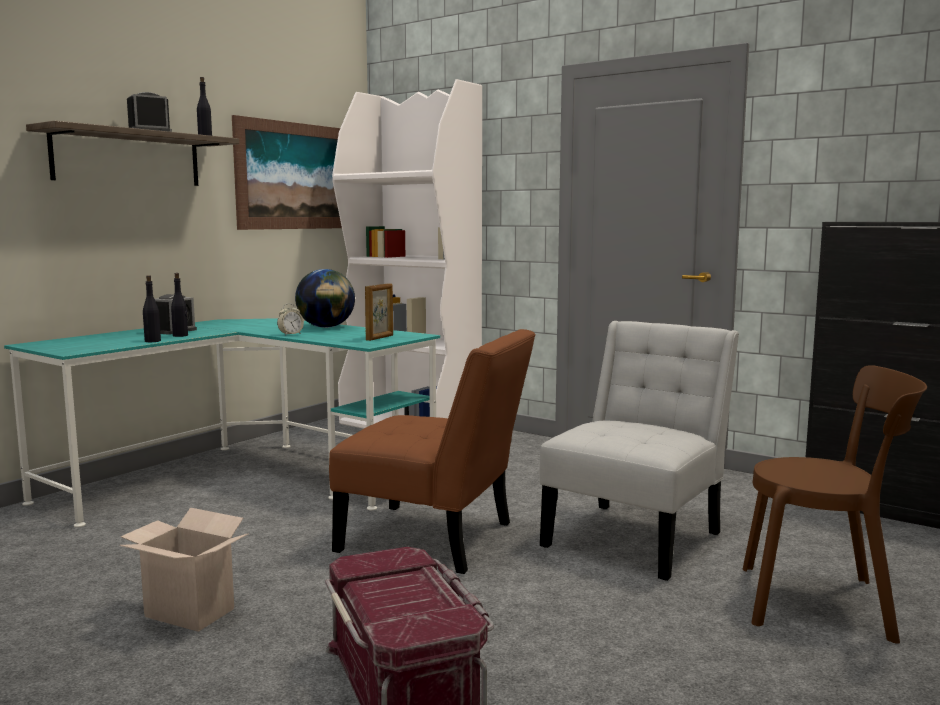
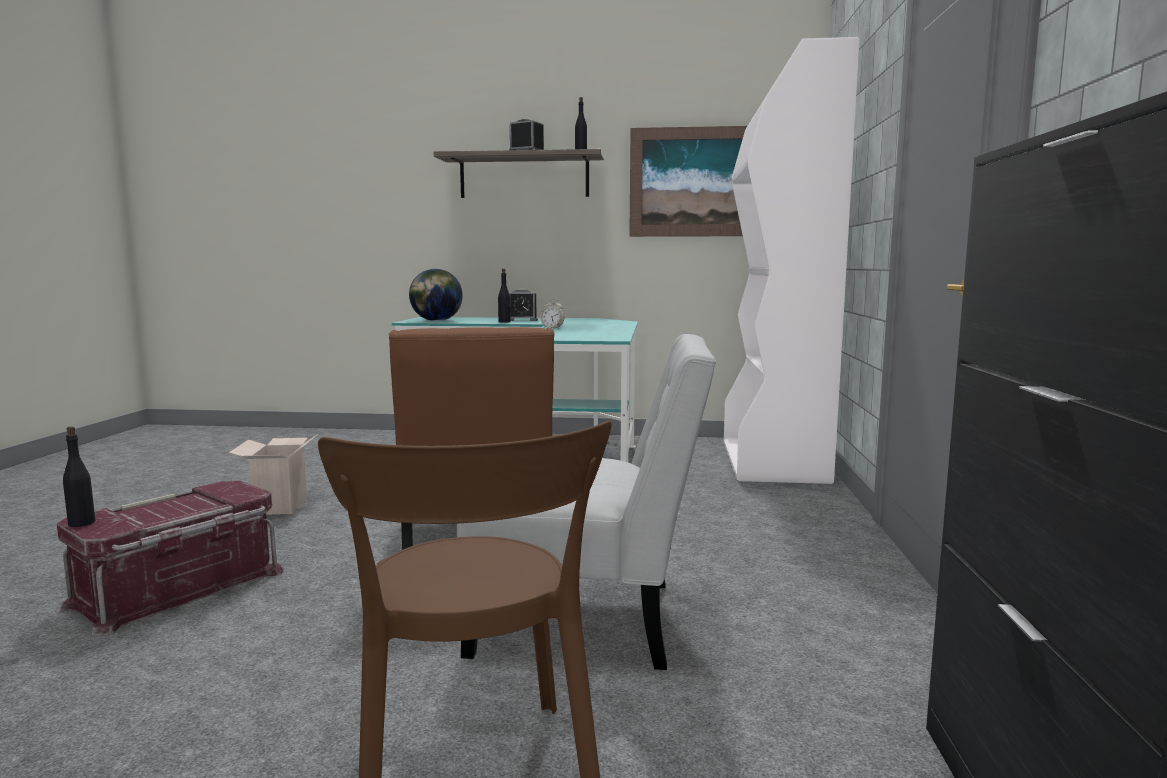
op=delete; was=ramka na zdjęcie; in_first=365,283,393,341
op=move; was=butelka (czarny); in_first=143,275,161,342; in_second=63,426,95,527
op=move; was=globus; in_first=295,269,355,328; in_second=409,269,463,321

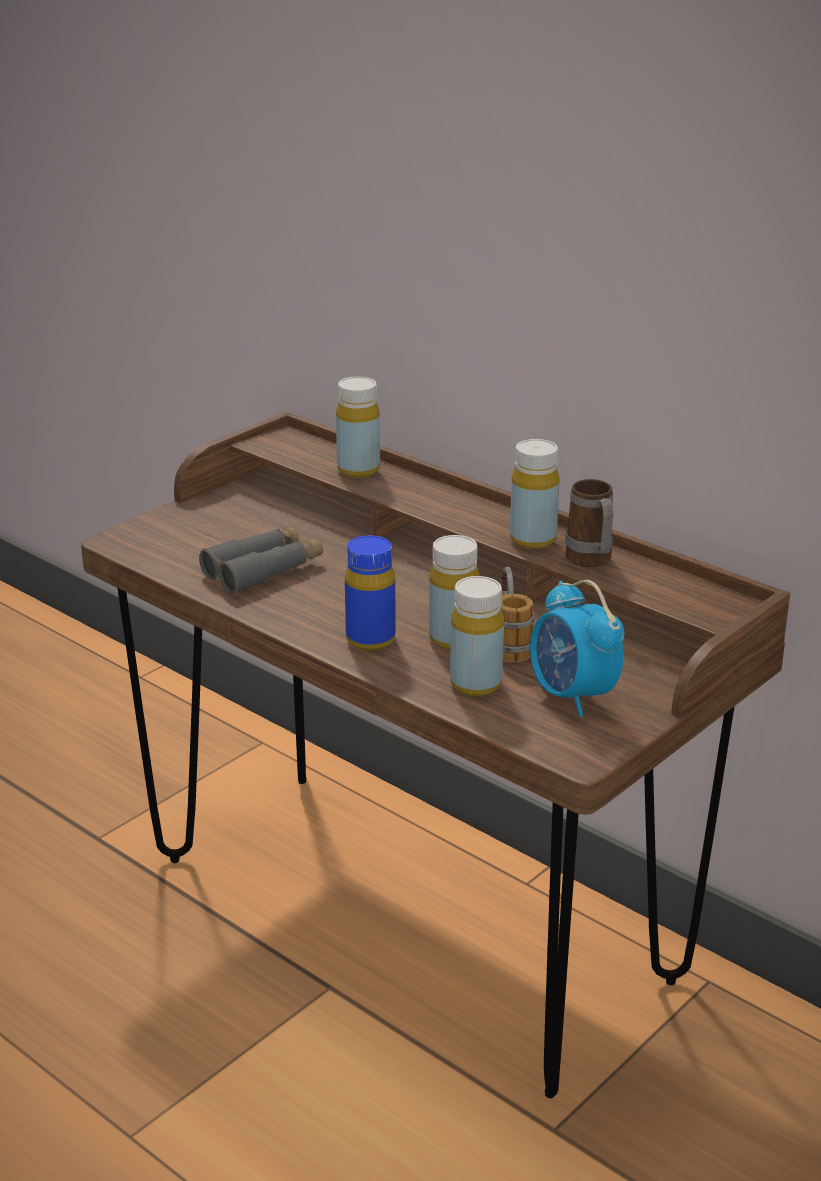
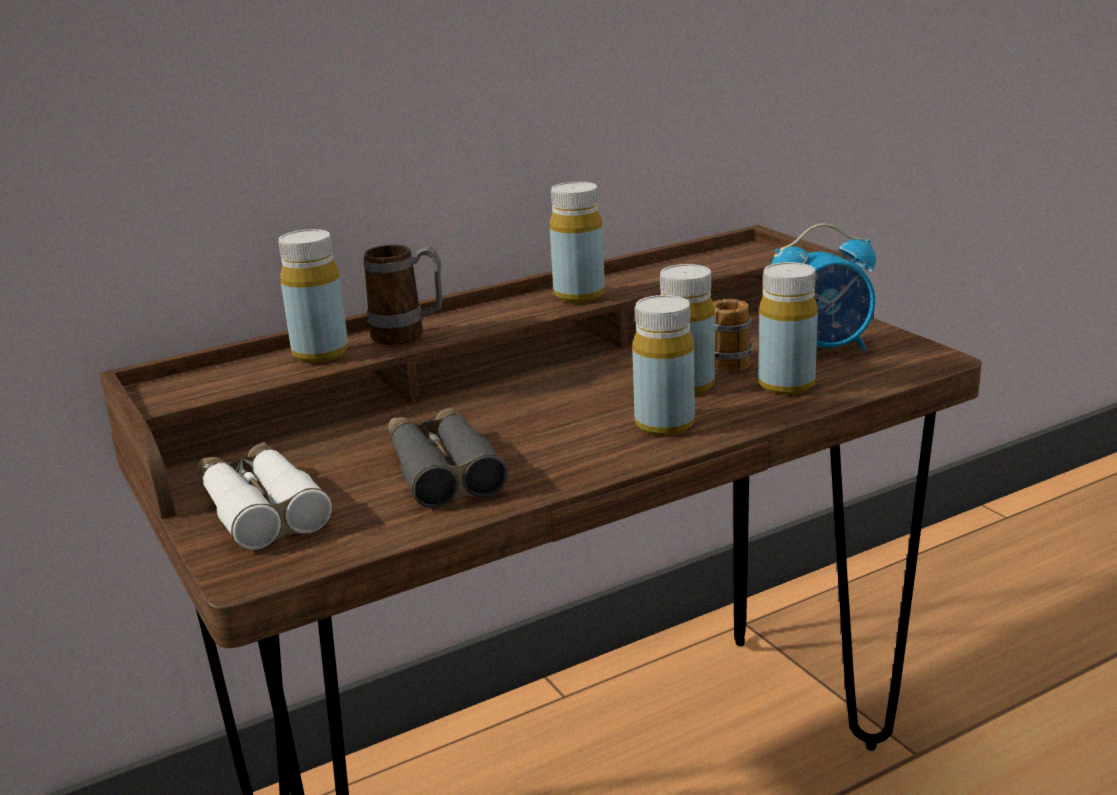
op=insert; now=lornetka (biały); in_second=197,442,333,550
op=move; was=kubek; in_first=565,479,613,567; in_second=364,245,443,345
op=recolor; was=butelka (niebieski); now=butelka (żółty); in_first=345,535,396,650; in_second=633,295,695,436

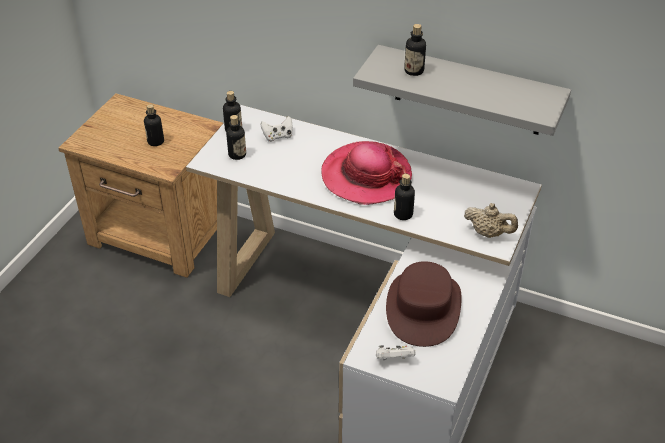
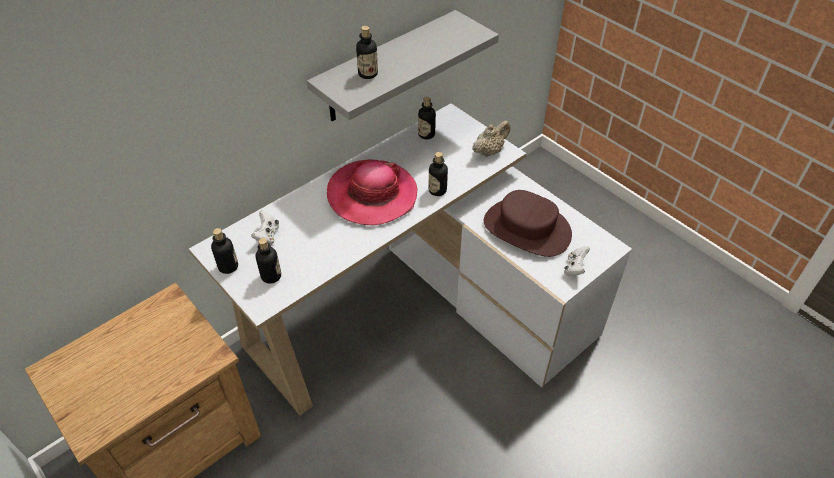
op=move; was=butelka; in_first=144,104,164,146; in_second=418,97,436,140

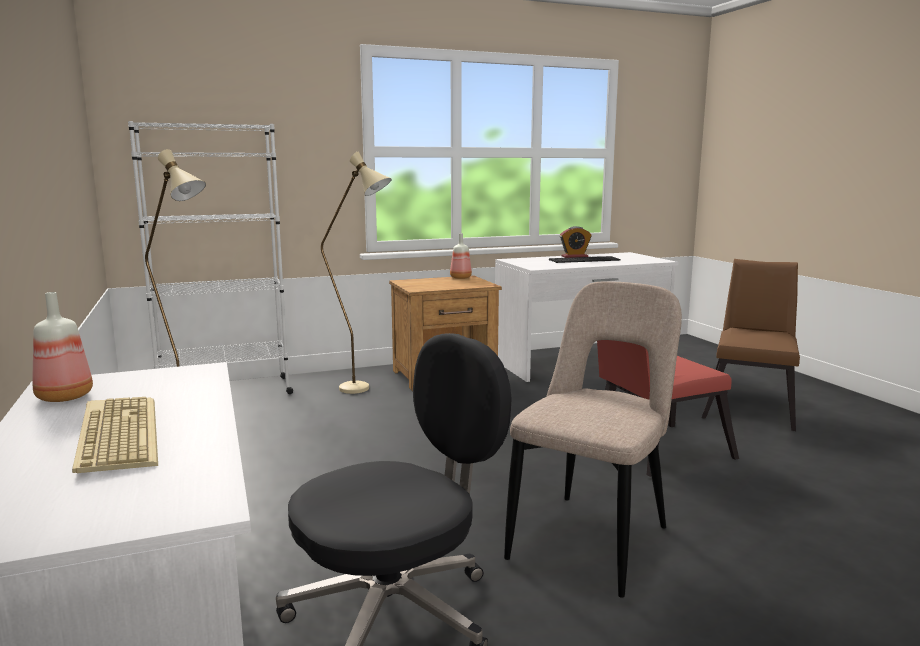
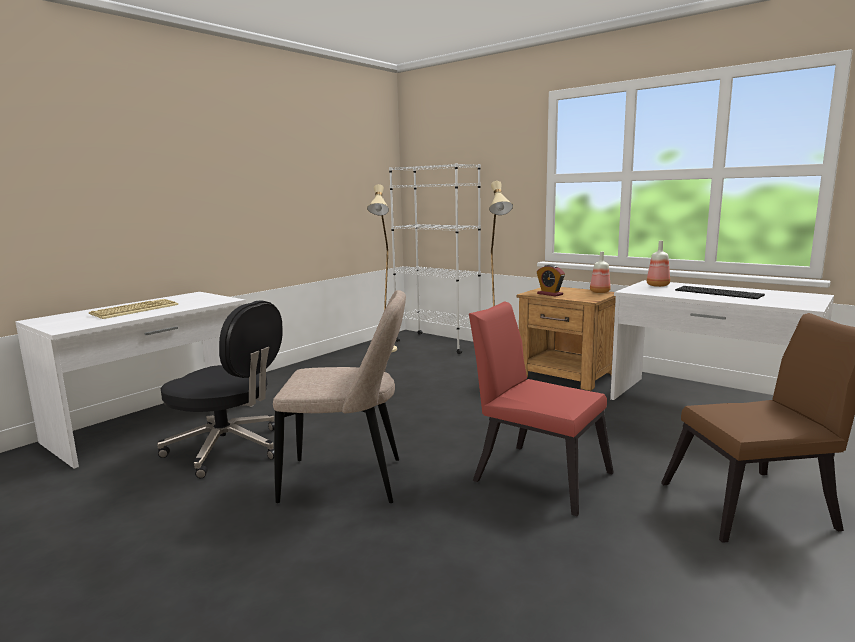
op=move; was=butelka; in_first=32,292,93,402; in_second=647,241,670,287
op=move; was=budzik; in_first=560,226,592,258; in_second=537,265,565,297

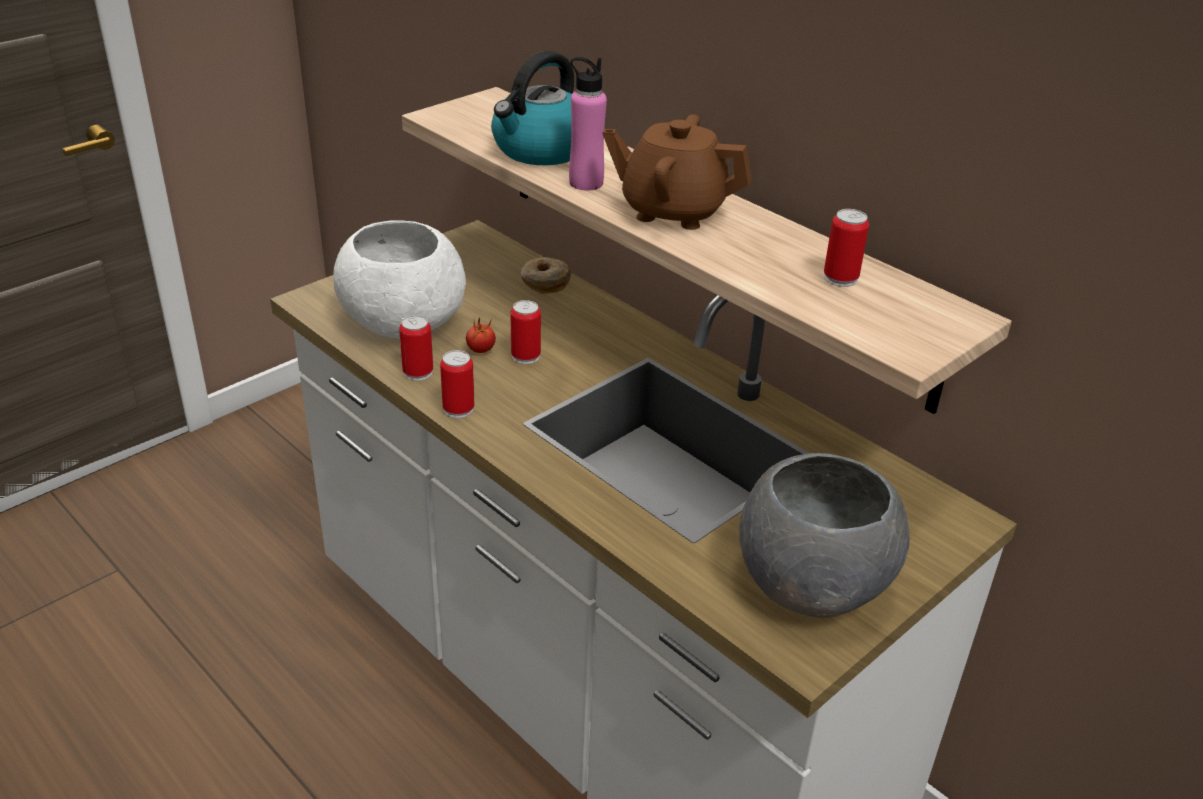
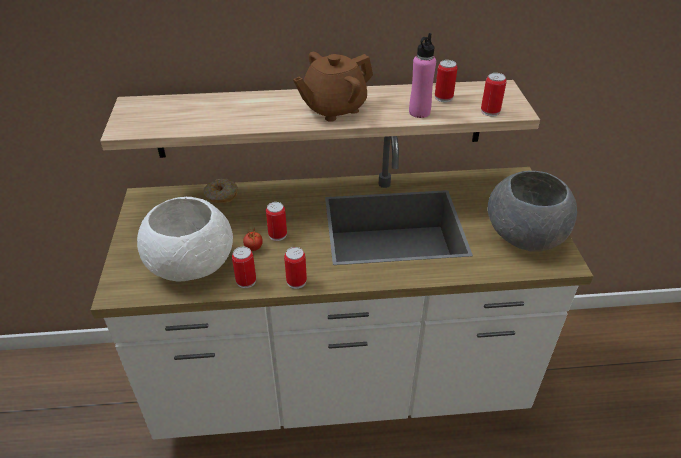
op=delete; was=czajnik; in_first=491,51,574,165
op=insert; now=puszka; in_second=481,73,507,116
op=move; was=butelka (różowy); in_first=569,57,607,191; in_second=409,33,436,118

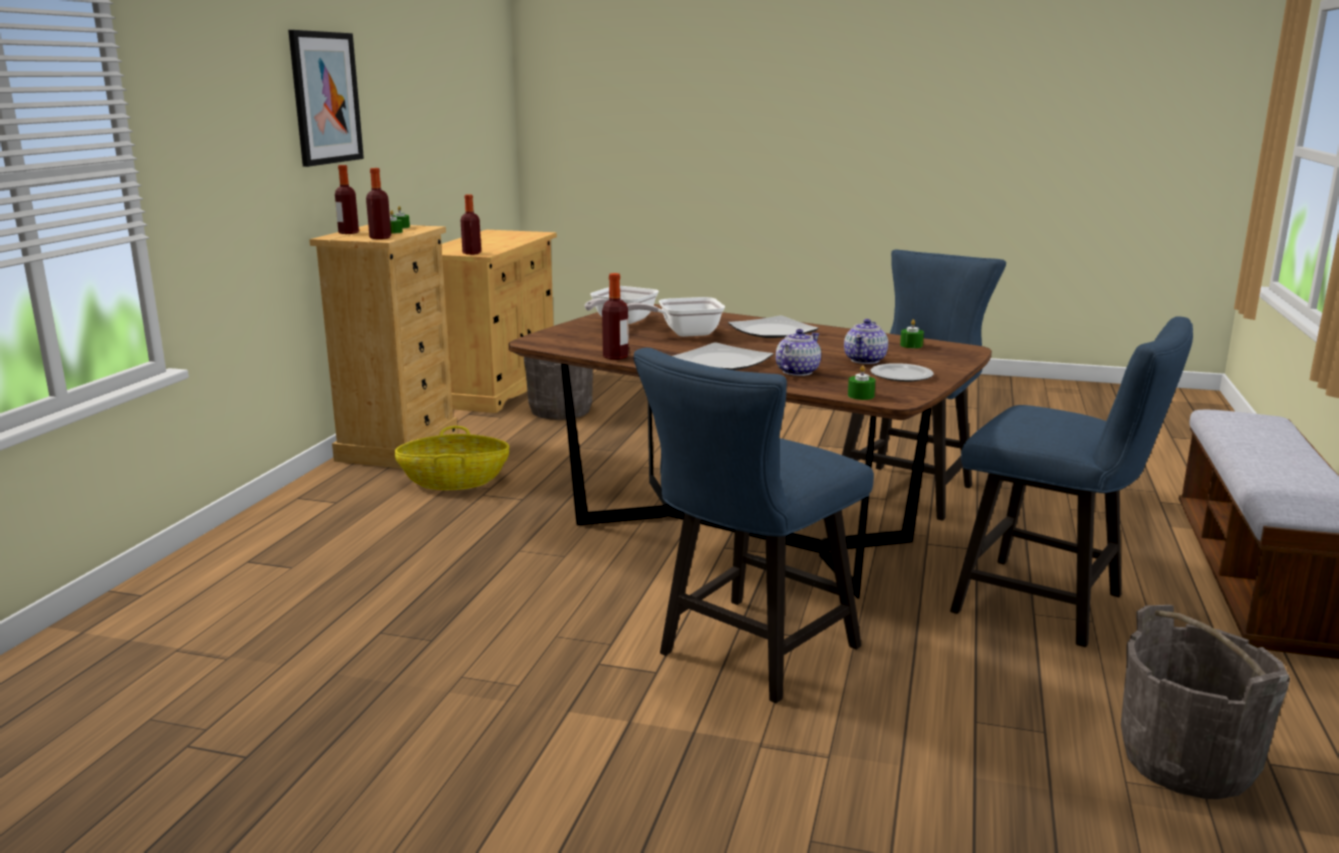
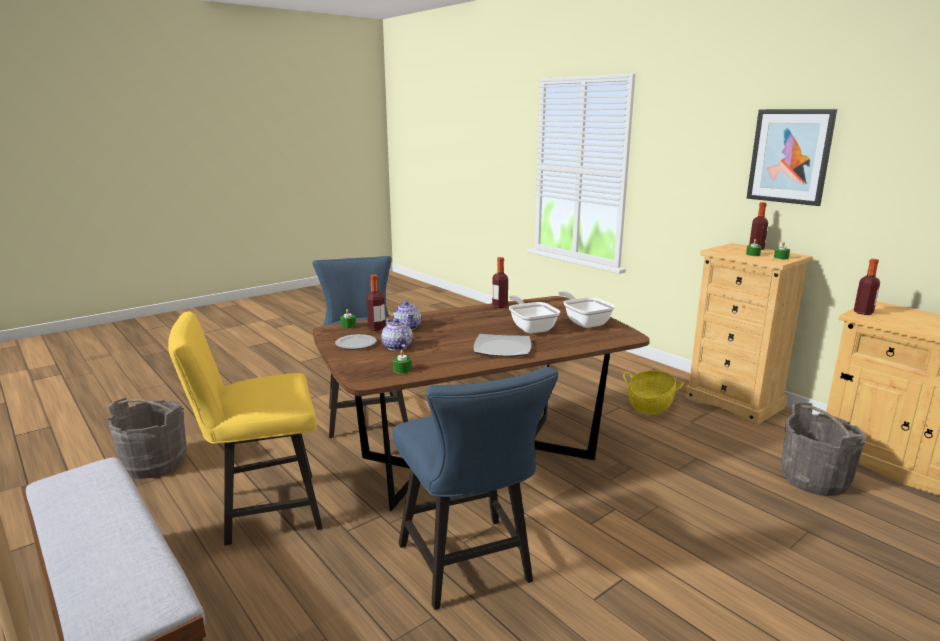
op=delete; was=talerz; in_first=673,342,773,370
op=move; was=butelka; in_first=366,168,391,239; in_second=366,274,385,331
op=recolor; was=krzesło (niebieski); now=krzesło (żółty); in_first=950,316,1193,647; in_second=168,312,323,546
op=rotate; was=patelnia; in_first=627,297,725,337; in_second=509,295,560,334; clockwise=-45

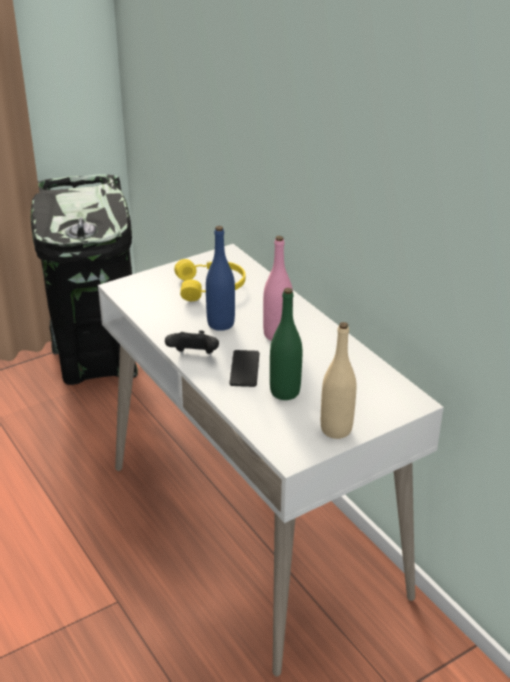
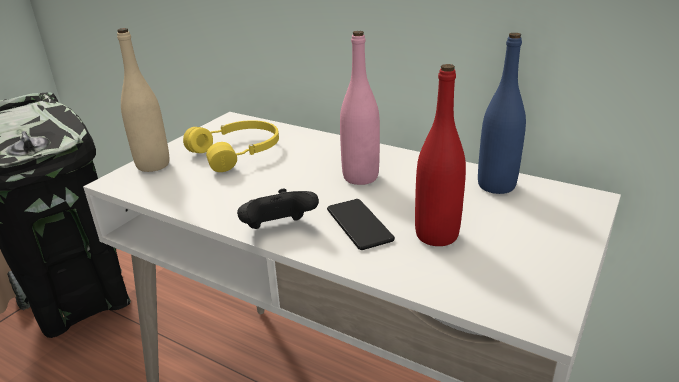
op=move; was=butelka (niebieski); in_first=206,226,235,331; in_second=478,33,526,194
op=move; was=butelka (beżowy); in_first=321,322,356,439; in_second=117,28,170,172
op=recolor; was=butelka (zielony); now=butelka (czerwony); in_first=270,288,302,400; in_second=415,64,466,246

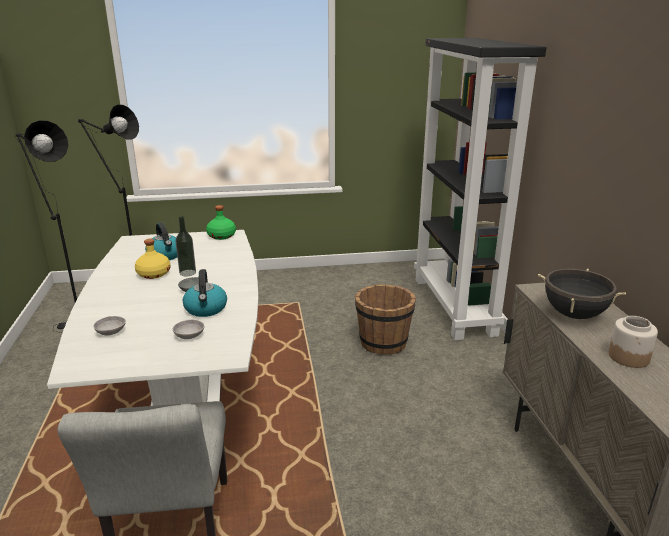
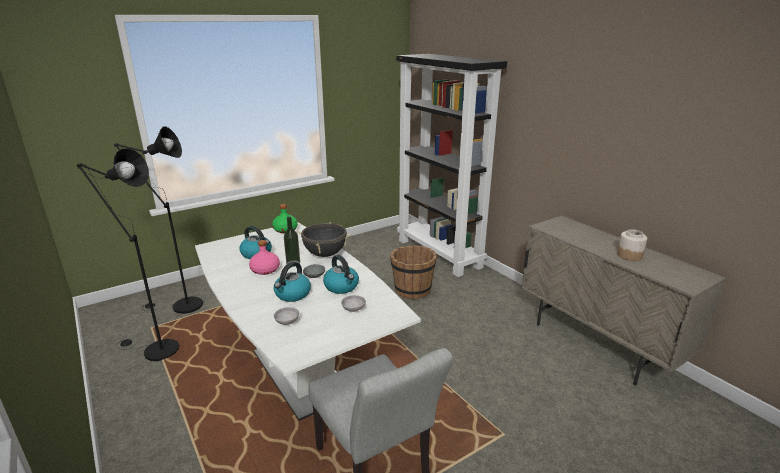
op=insert; now=czajnik; in_second=274,262,311,302
op=move; was=garnek (czarny); in_first=538,269,626,319; in_second=296,222,352,257
op=recolor; was=butelka (żółty); now=butelka (różowy); in_first=135,239,171,279; in_second=249,240,280,275

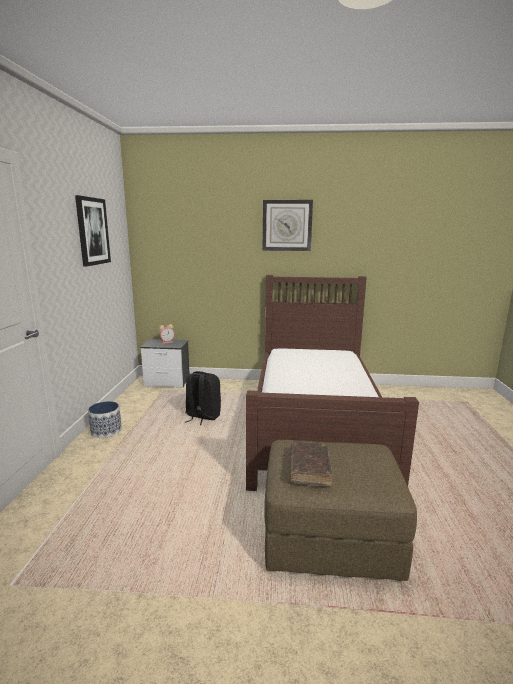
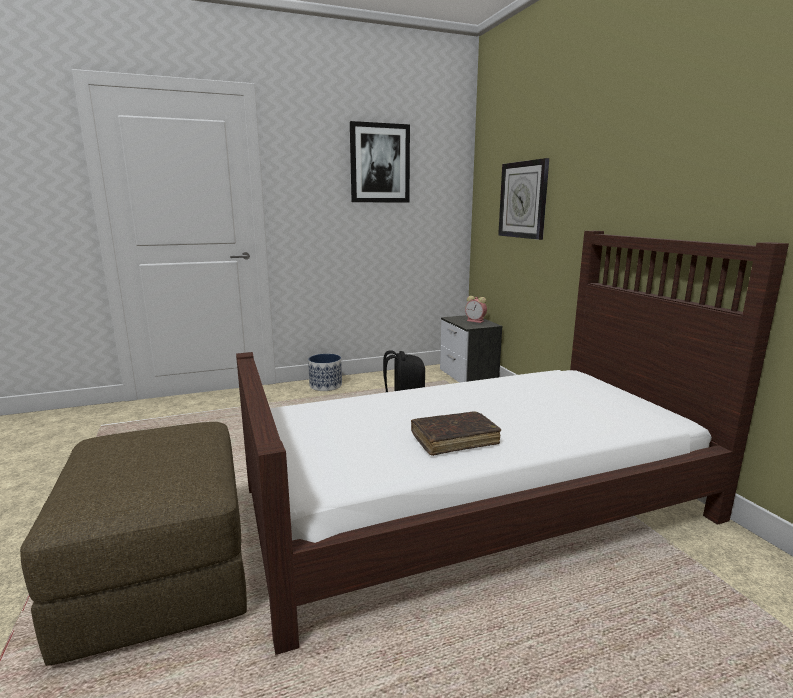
op=move; was=zegar ścienny; in_first=263,200,313,251; in_second=498,158,549,240
op=move; was=książka (brązowy); in_first=290,442,333,487; in_second=411,411,501,456

